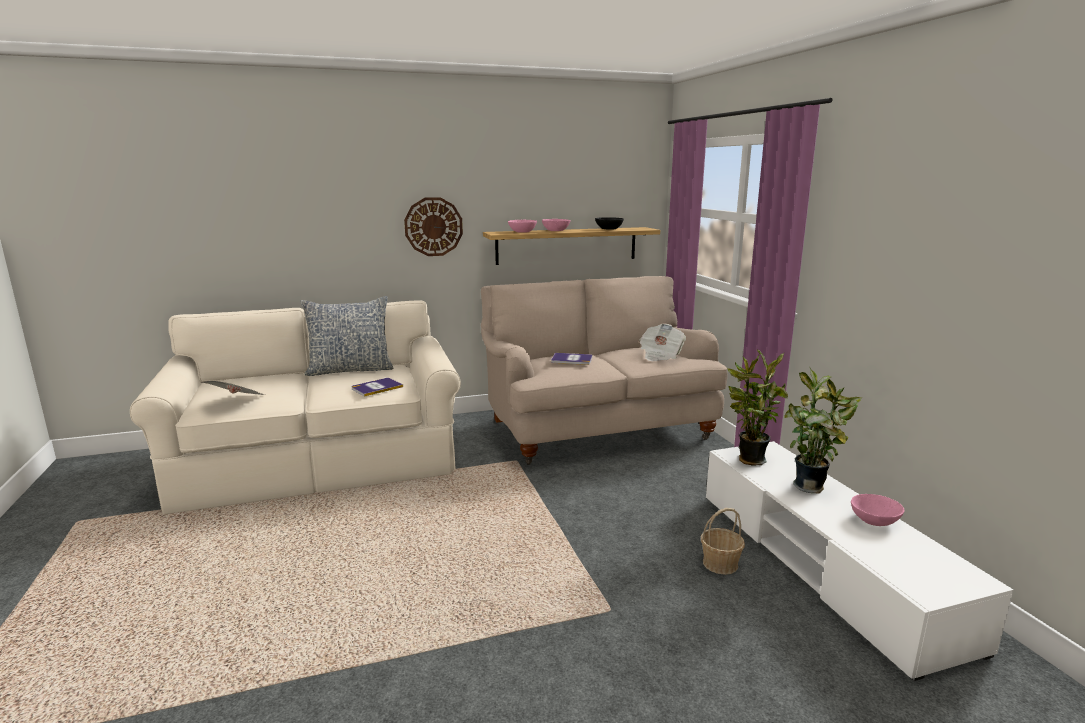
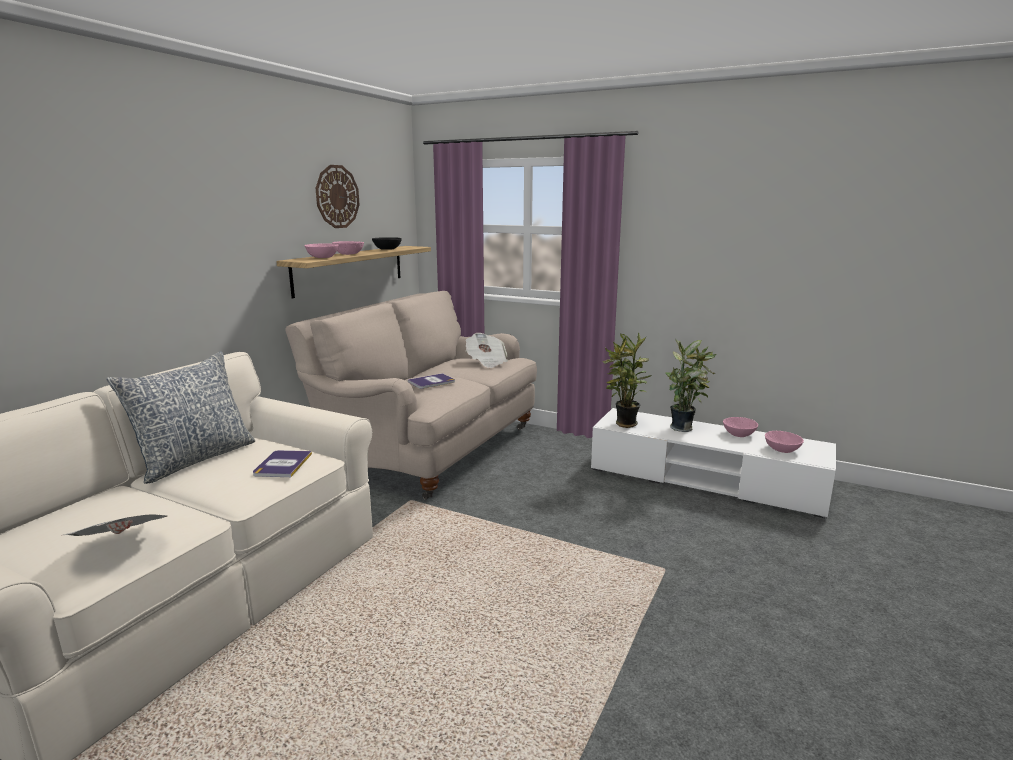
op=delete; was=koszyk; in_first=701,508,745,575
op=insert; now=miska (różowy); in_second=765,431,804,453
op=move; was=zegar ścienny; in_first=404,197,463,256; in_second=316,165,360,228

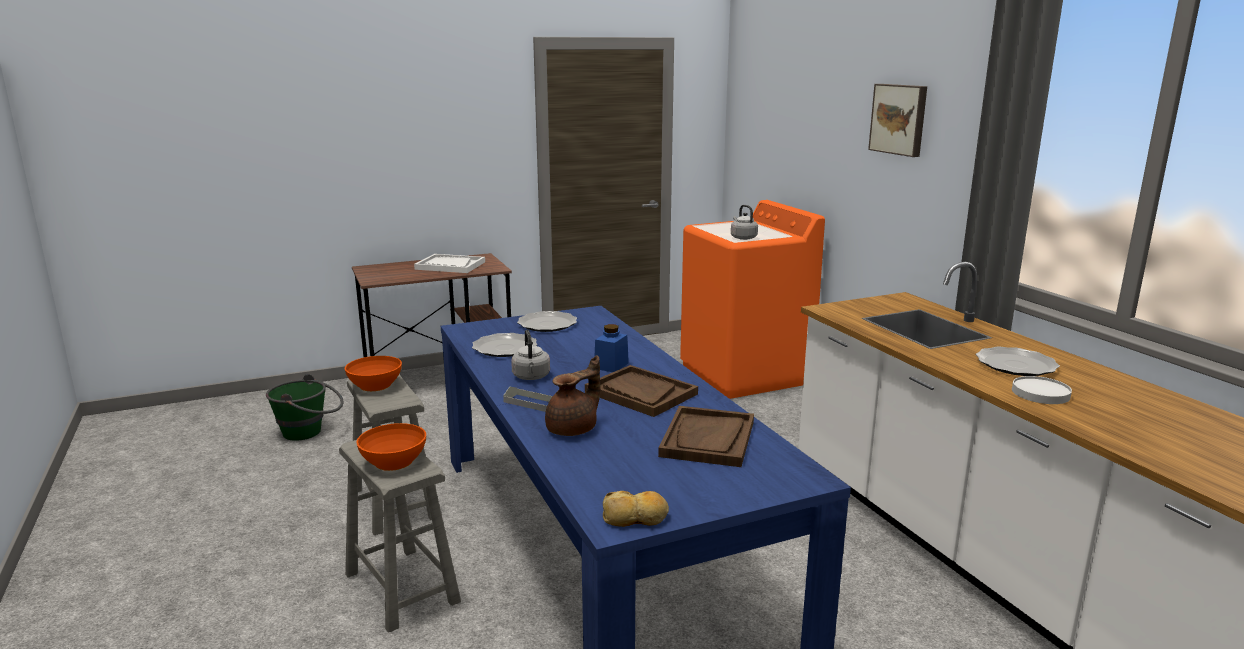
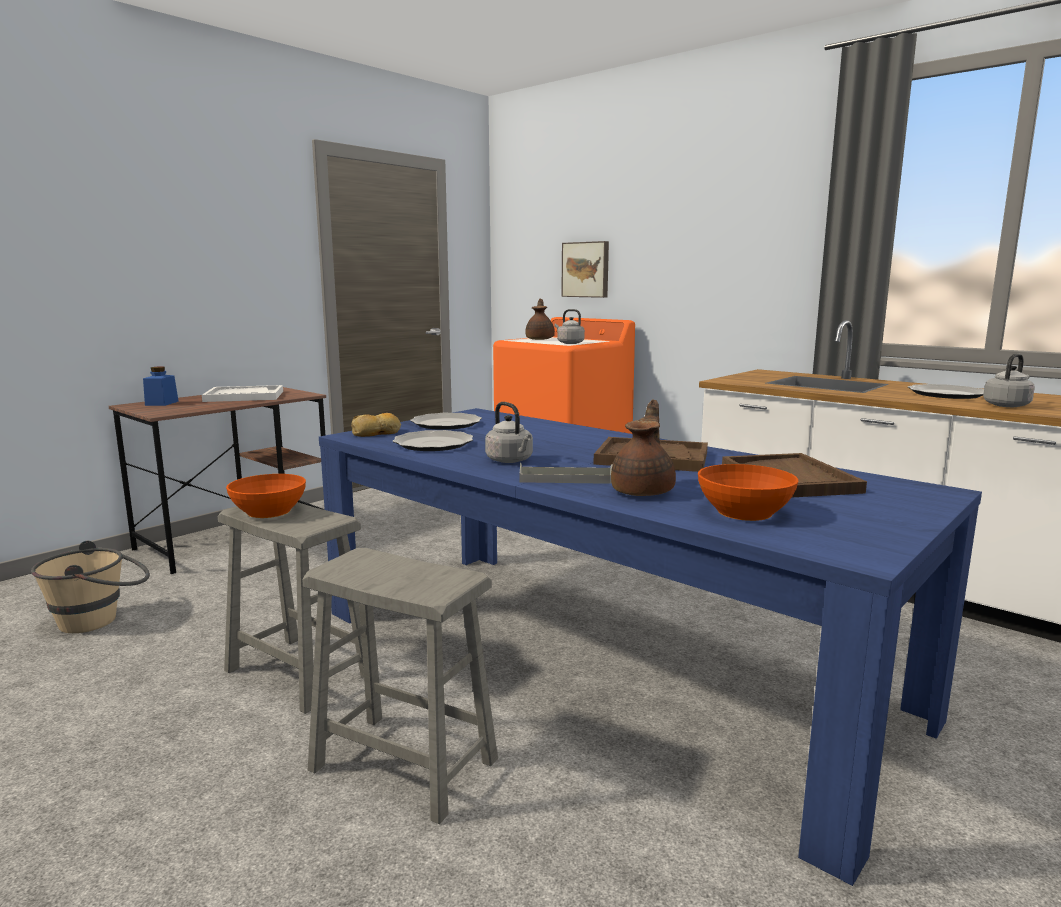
op=insert; now=imbryk (brązowy); in_second=526,299,555,340
op=move; was=miska (pomarańczowy); in_first=356,423,426,471; in_second=698,464,798,521
op=move; was=słoik (niebieski); in_first=595,324,629,372; in_second=143,366,179,406
op=move; was=chleb; in_first=603,491,669,527; in_second=351,413,401,437
op=move; was=obraz; in_first=868,84,927,157; in_second=561,241,609,298
op=replace; was=talerz (biały); now=czajnik (szary); in_first=1012,376,1072,404; in_second=983,354,1035,407
op=recolor; was=wiadro (zielony); now=wiadro (beżowy); in_first=266,374,344,441; in_second=31,540,150,633

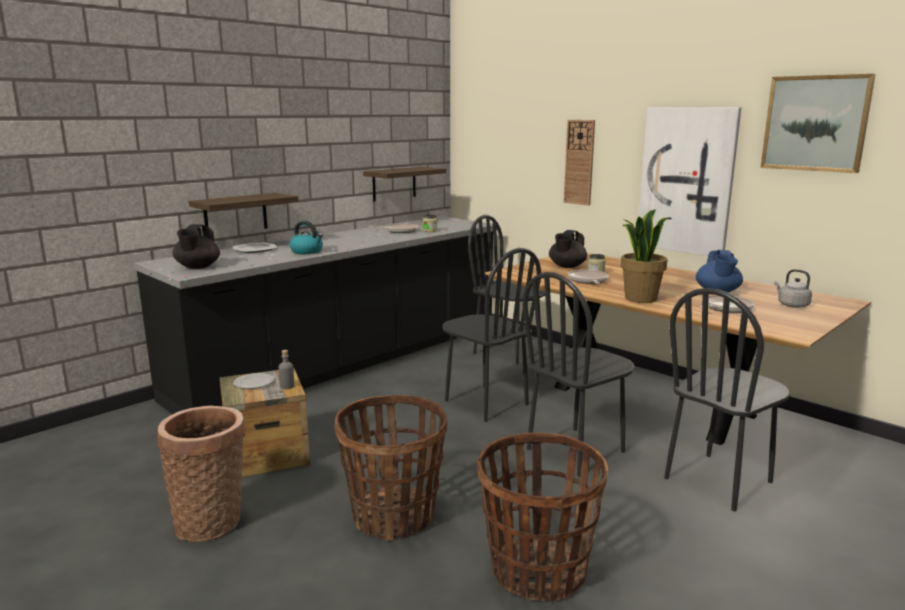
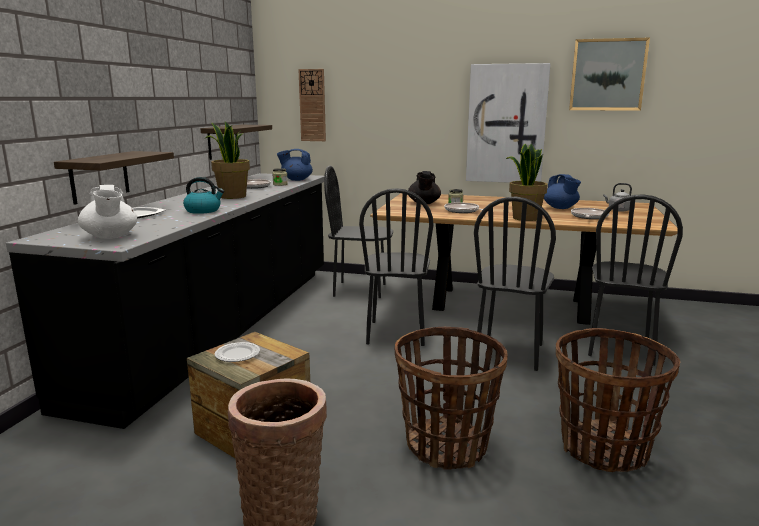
op=delete; was=butelka (szary); in_first=278,350,294,389
op=insert; now=roślina doniczkowa; in_second=205,121,250,199
op=insert; now=imbryk (niebieski); in_second=277,149,313,181
op=move; was=zegar ścienny; in_first=564,120,595,205; in_second=298,69,326,141
op=recolor; was=imbryk (czarny); now=imbryk (biały); in_first=172,224,220,269; in_second=78,185,137,239
op=rotate; was=krzesło (czarny); in_first=442,248,541,422; in_second=359,188,434,346; clockwise=75

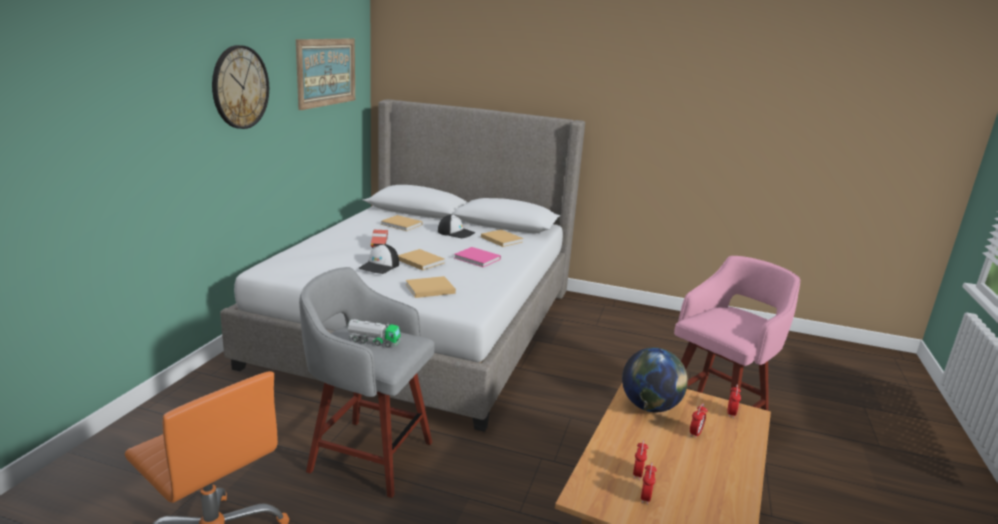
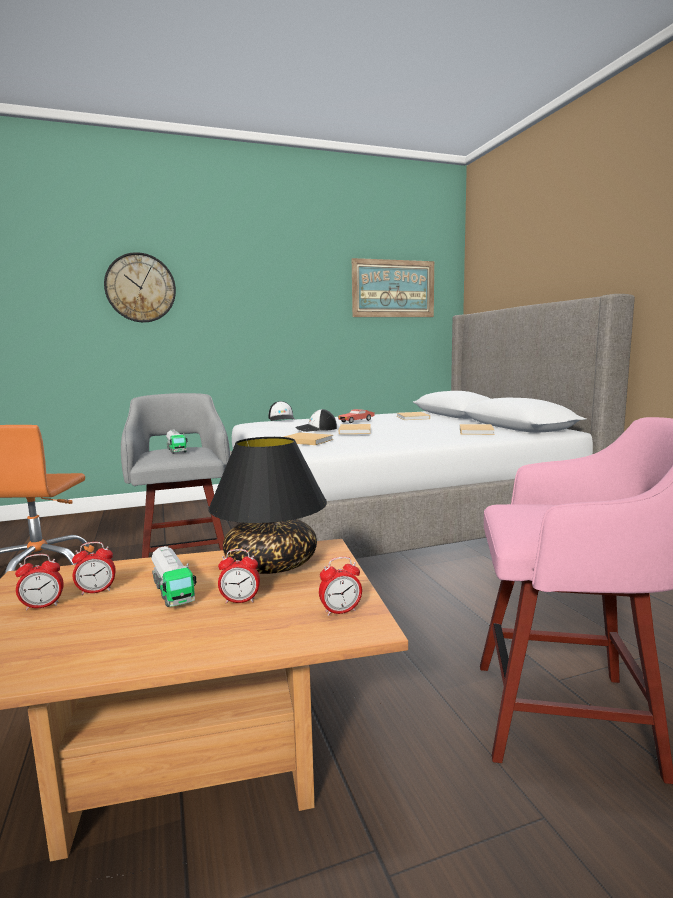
op=delete; was=książka (różowy); in_first=454,247,501,267
op=insert; now=ciężarówka zabawkowa; in_second=151,546,197,607
op=move; was=zegar ścienny; in_first=212,45,269,129; in_second=104,252,176,322
op=move; was=czapka z daszkiem; in_first=438,215,475,238; in_second=268,401,296,421
op=replace; was=globus; now=lampa stołowa (czarny); in_first=622,347,688,412; in_second=208,437,327,574

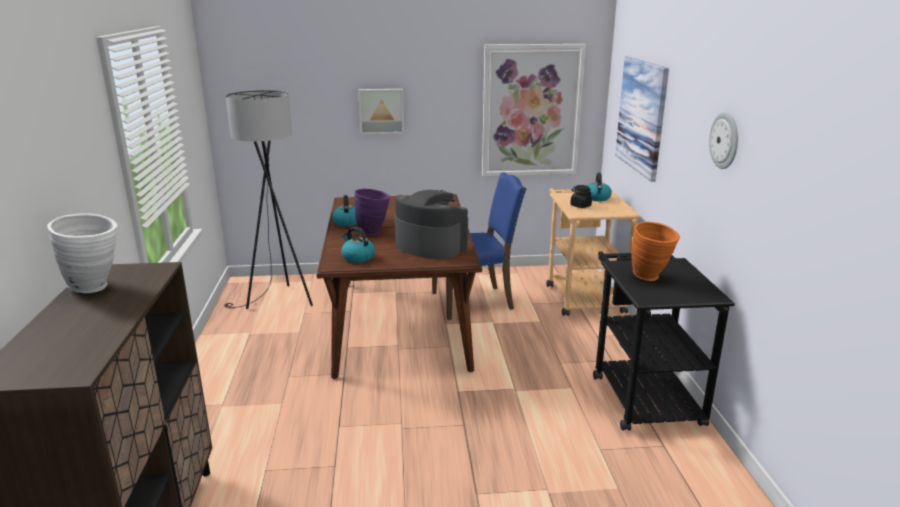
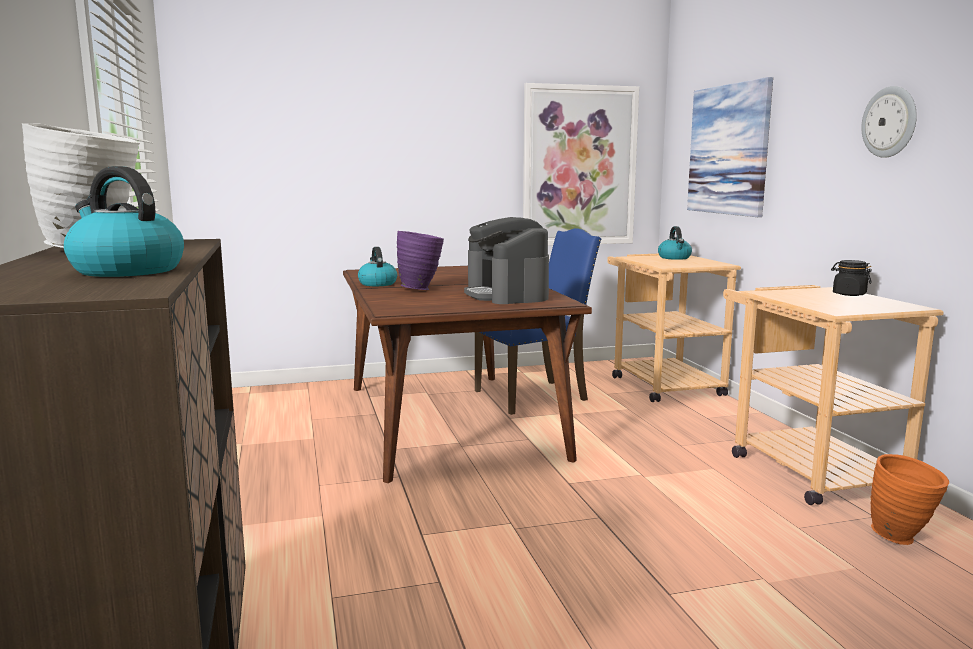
op=delete; was=lampa stojąca (szary); in_first=224,90,313,309
op=delete; was=obraz; in_first=358,89,404,134
op=move; was=czajnik; in_first=341,227,375,263; in_second=64,166,184,277
op=move; was=słoik (czarny); in_first=570,185,592,208; in_second=831,260,872,296
op=move; was=wazon (pomarańczowy); in_first=632,222,680,281; in_second=870,454,949,545
op=recolor; was=wózek (czarny); now=wózek (beżowy); in_first=593,251,735,431; in_second=723,285,944,505
op=rotate; was=ekspres do kawy; in_first=395,190,468,259; in_second=464,217,549,304; clockwise=-135

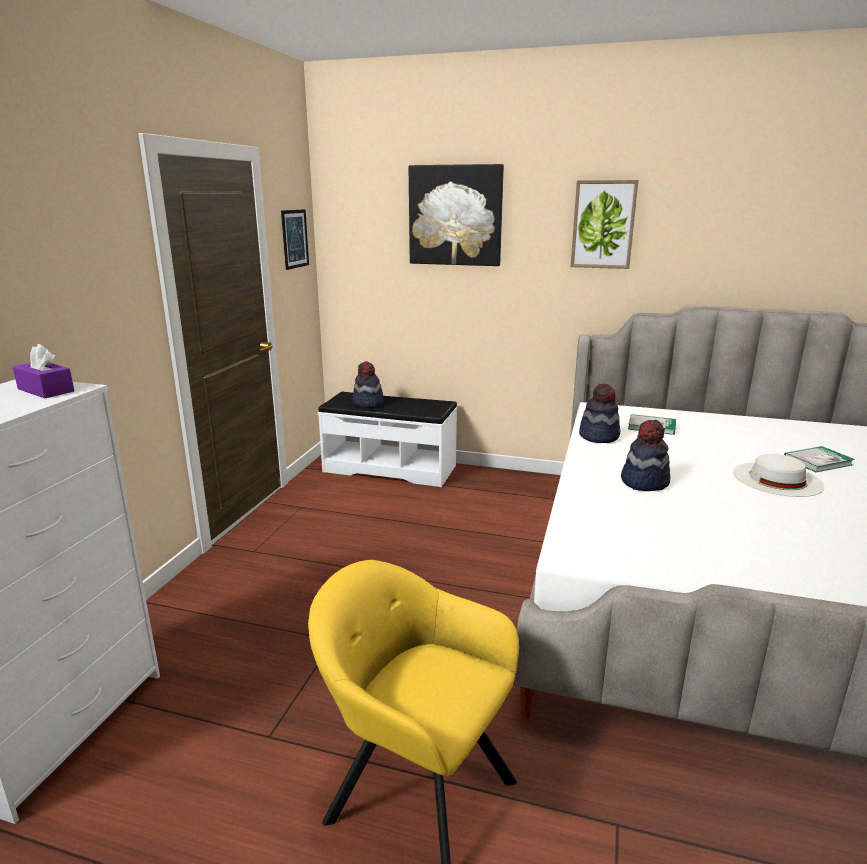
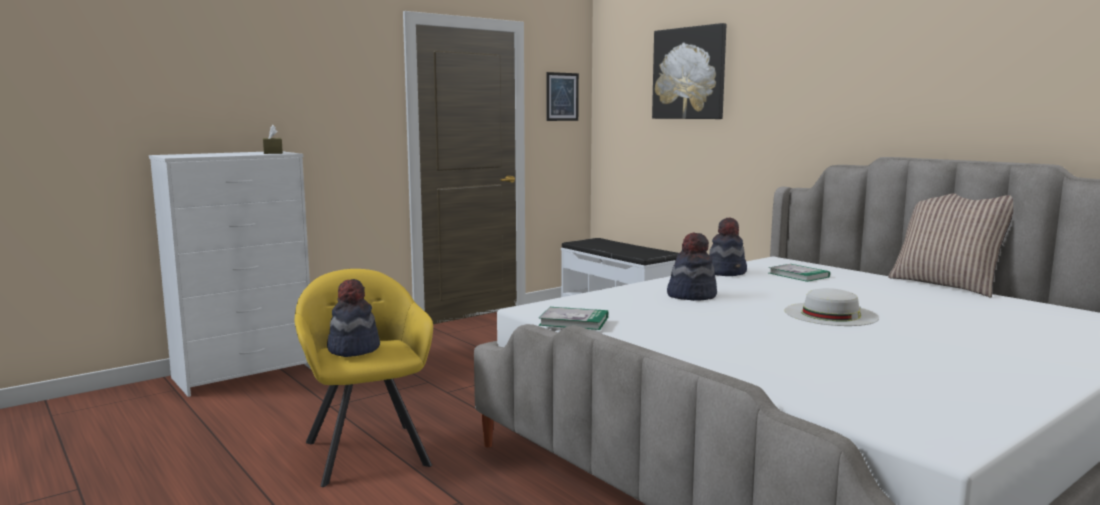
op=delete; was=obraz; in_first=571,180,639,269
op=insert; now=poduszka; in_second=888,193,1013,297
op=move; was=kapelusz; in_first=353,361,384,408; in_second=327,279,380,357
op=move; was=książka; in_first=784,446,855,472; in_second=539,307,608,330
op=recolor; was=pudełko chusteczek (fioletowy); now=pudełko chusteczek (brązowy); in_first=13,344,74,398; in_second=263,124,283,154

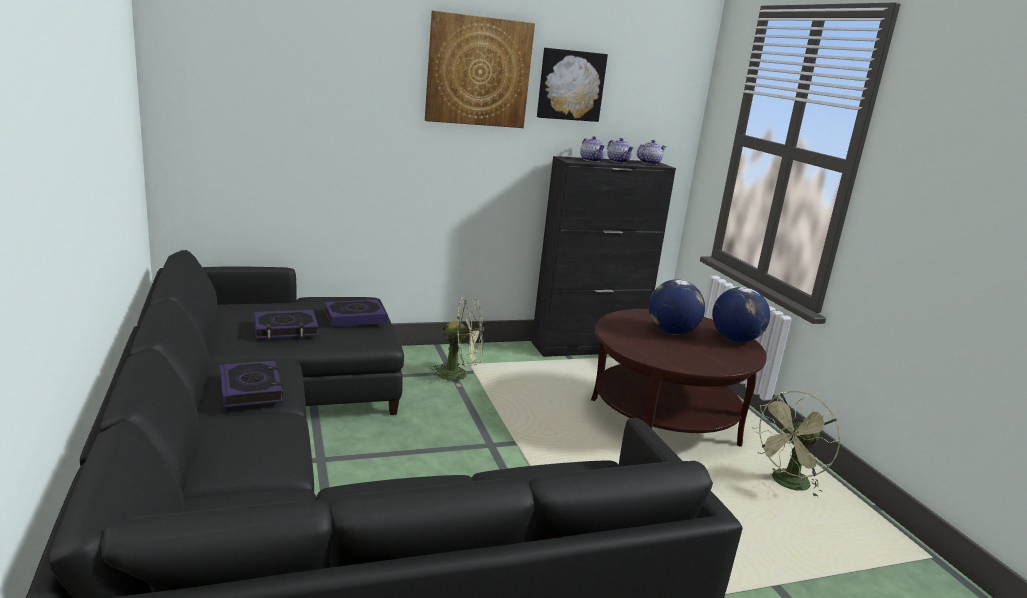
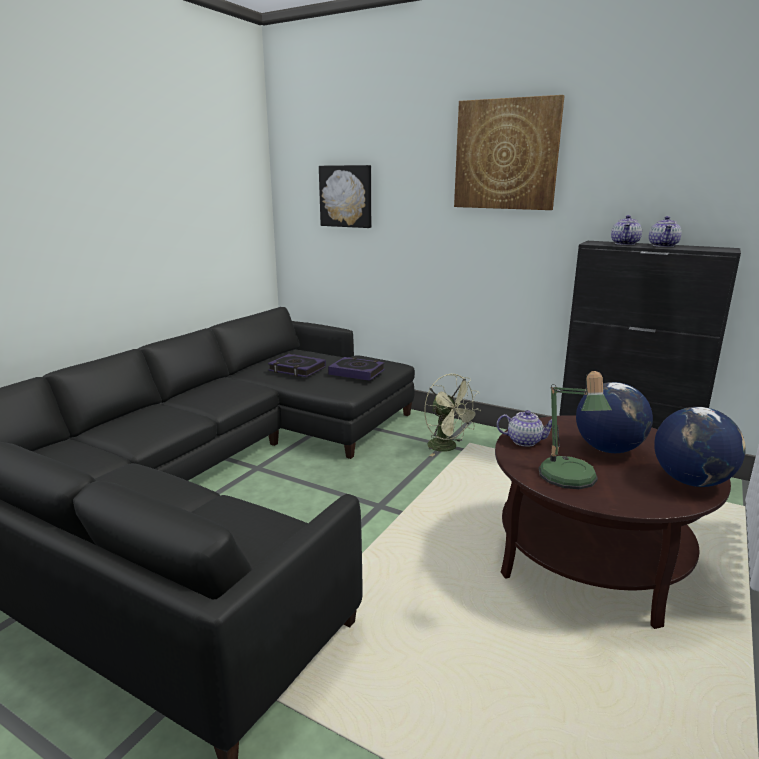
op=delete; was=książka; in_first=220,361,283,408
op=delete; was=wentylator (zielony); in_first=752,391,840,498
op=insert; now=lampa stołowa; in_second=539,371,612,489
op=move; was=obraz; in_first=537,48,608,122; in_second=319,165,371,228
op=move; was=imbryk; in_first=637,140,666,165; in_second=497,410,552,447

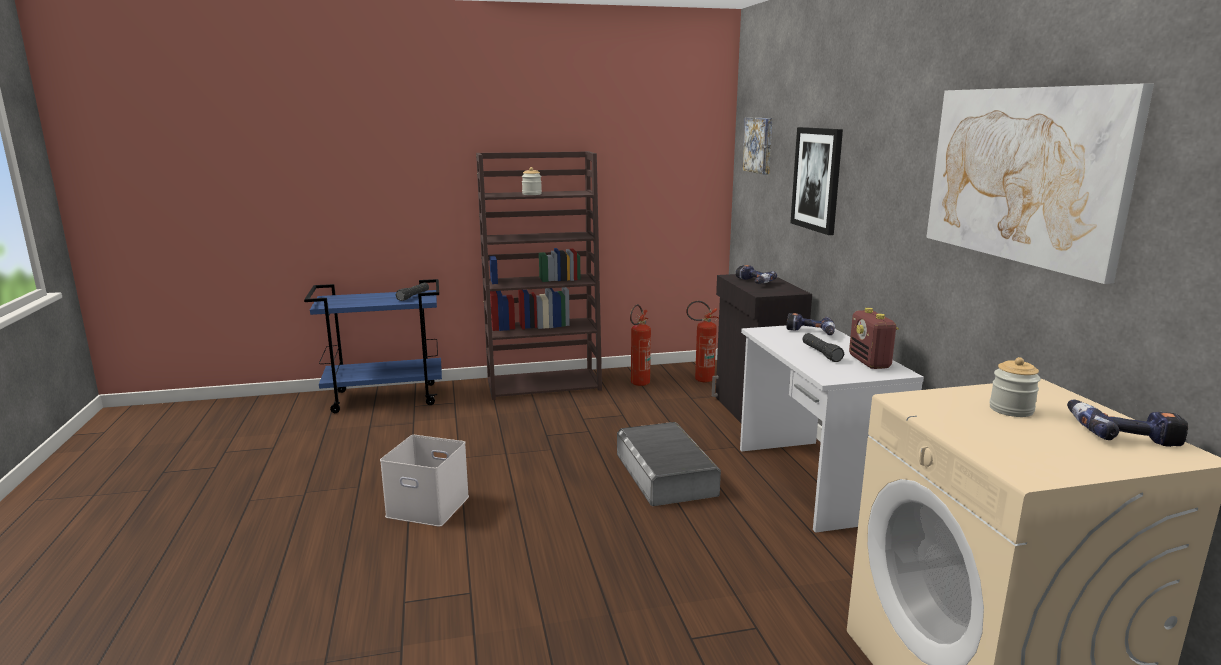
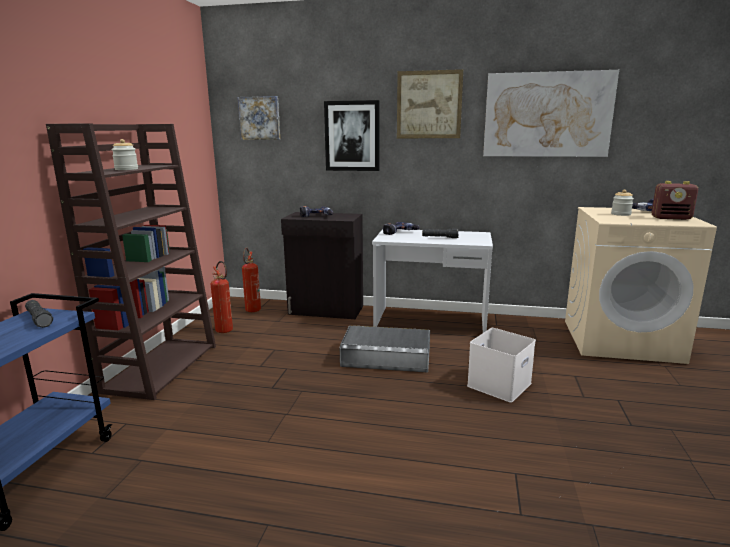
op=insert; now=obraz; in_second=397,69,463,138
op=move; was=pojemnik do przechowywania (biały); in_first=380,435,469,527; in_second=467,328,536,403
op=move; was=radio; in_first=849,308,899,369; in_second=652,181,698,220

